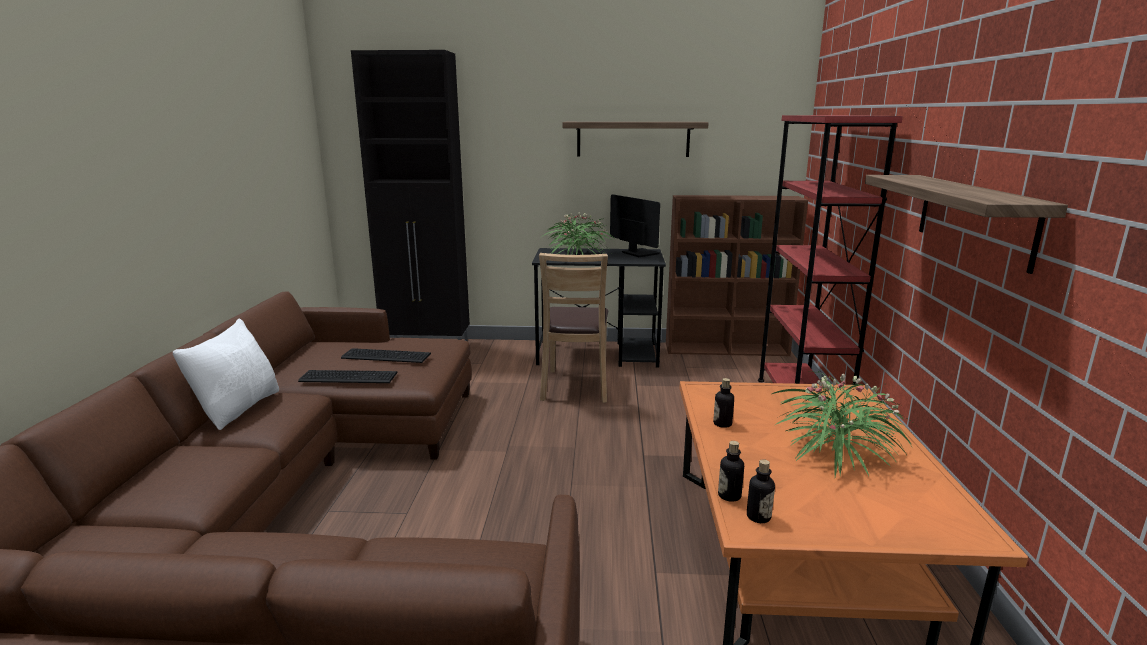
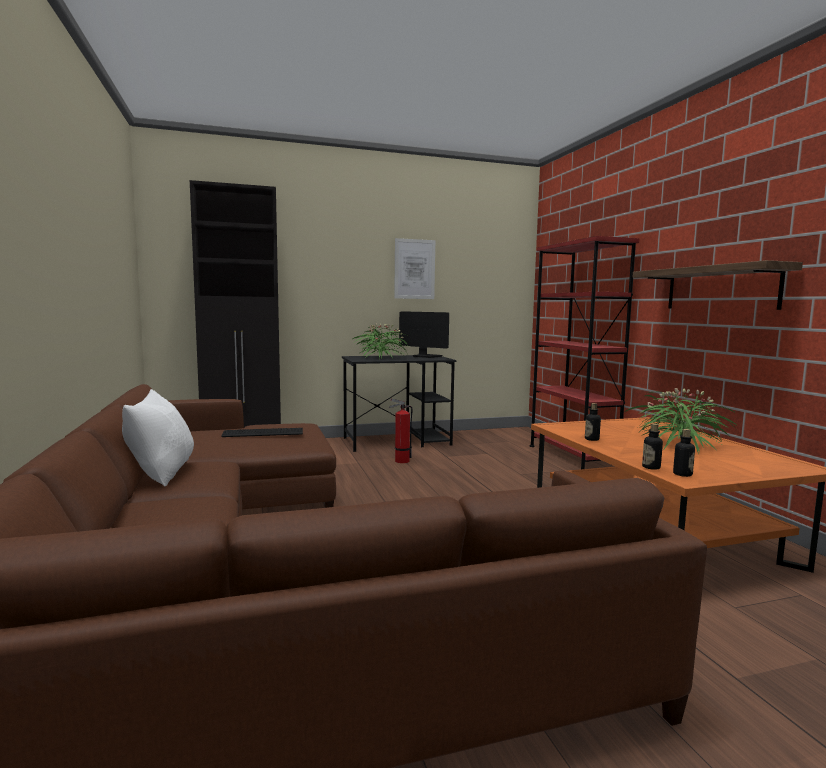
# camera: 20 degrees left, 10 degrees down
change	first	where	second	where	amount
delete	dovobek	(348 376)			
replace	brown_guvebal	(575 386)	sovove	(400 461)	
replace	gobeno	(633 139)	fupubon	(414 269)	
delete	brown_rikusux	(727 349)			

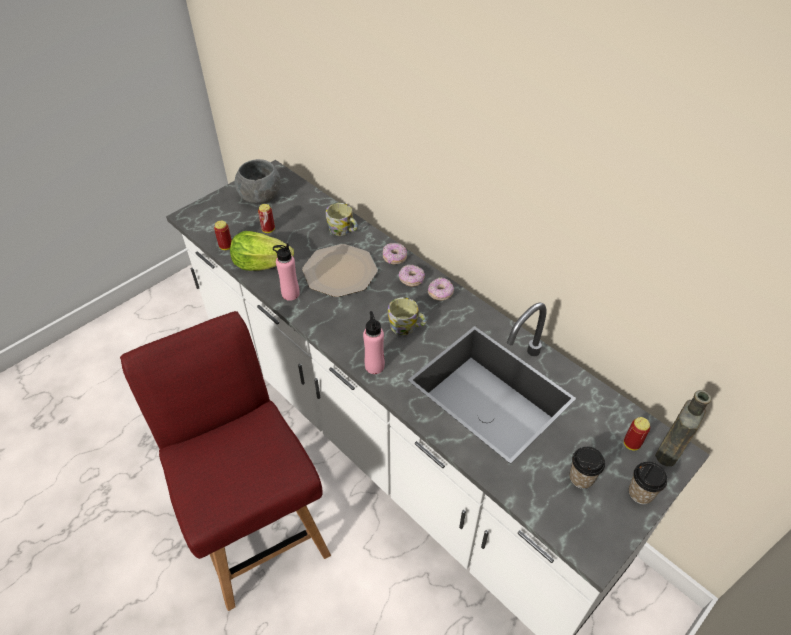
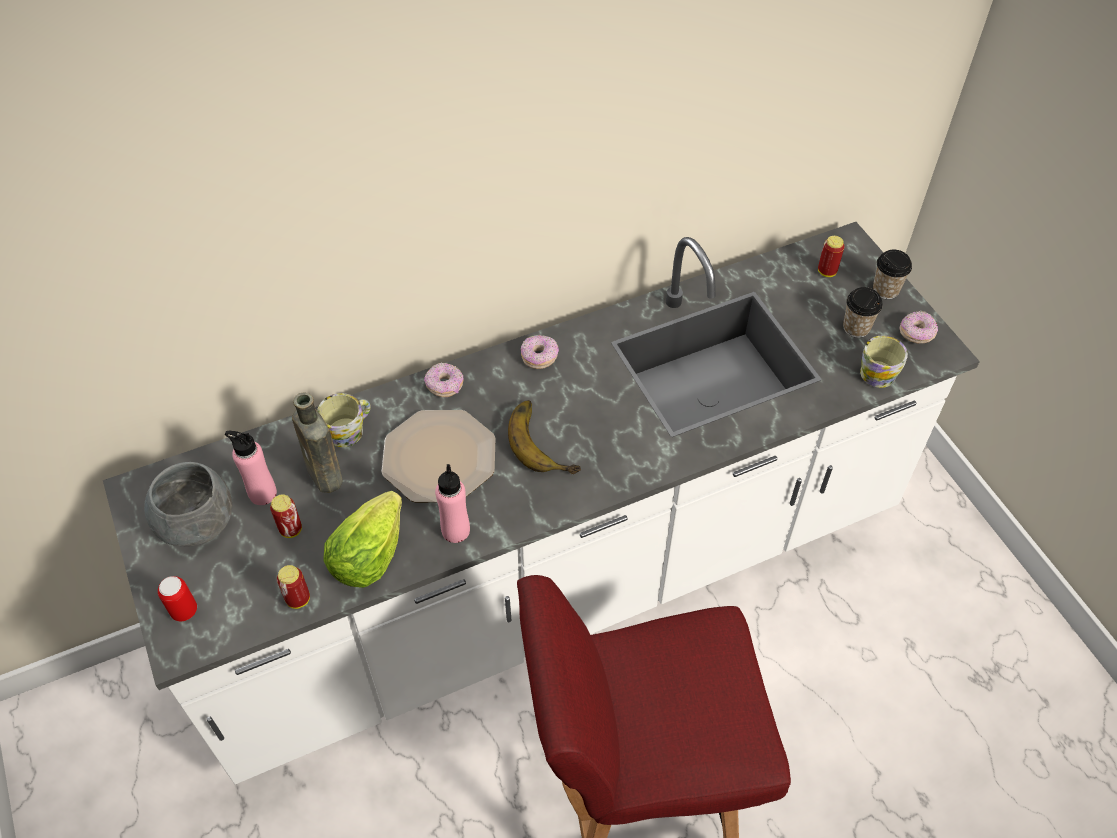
# camera: 70 degrees left, 5 degrees up
change	first	where	second	where	amount
move	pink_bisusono	(374 366)		(262 493)	
move	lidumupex	(407 326)		(879 371)	
move	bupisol	(411 280)		(916 333)	
move	brown_bisusono	(668 454)		(326 477)	
insert			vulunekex	(184 611)	
insert			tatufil	(545 440)	

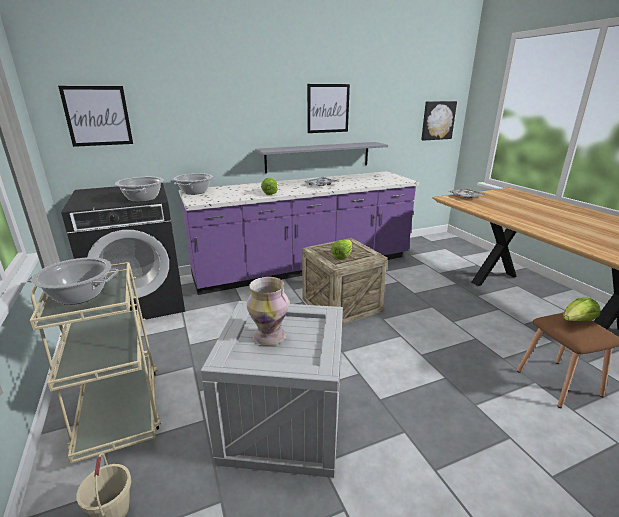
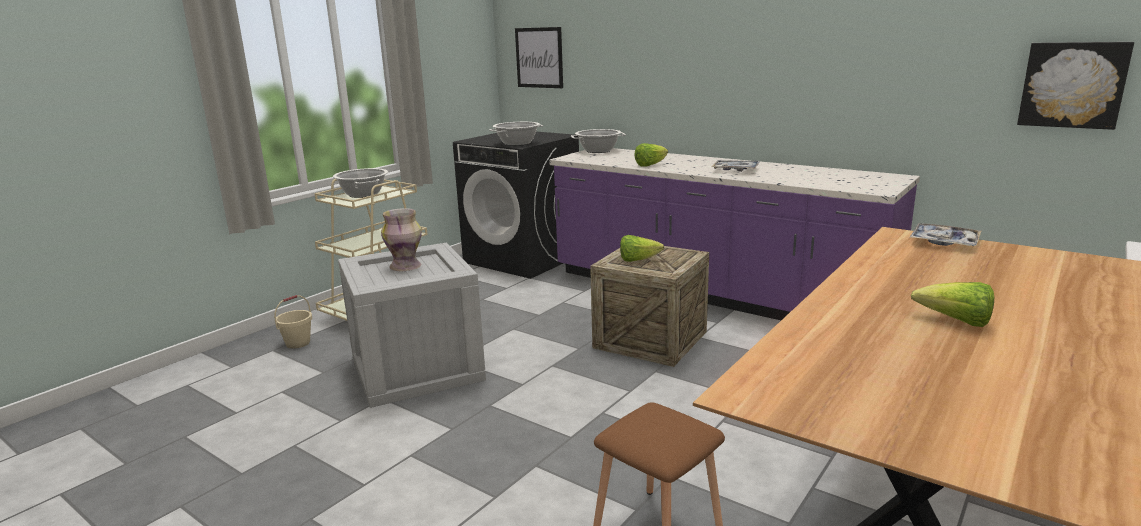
# camera: 60 degrees right, 5 degrees down
change	first	where	second	where	amount
delete	grey_gobeno	(318 157)			
delete	fupubon	(328 108)			
move	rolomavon	(576 322)		(955 321)	

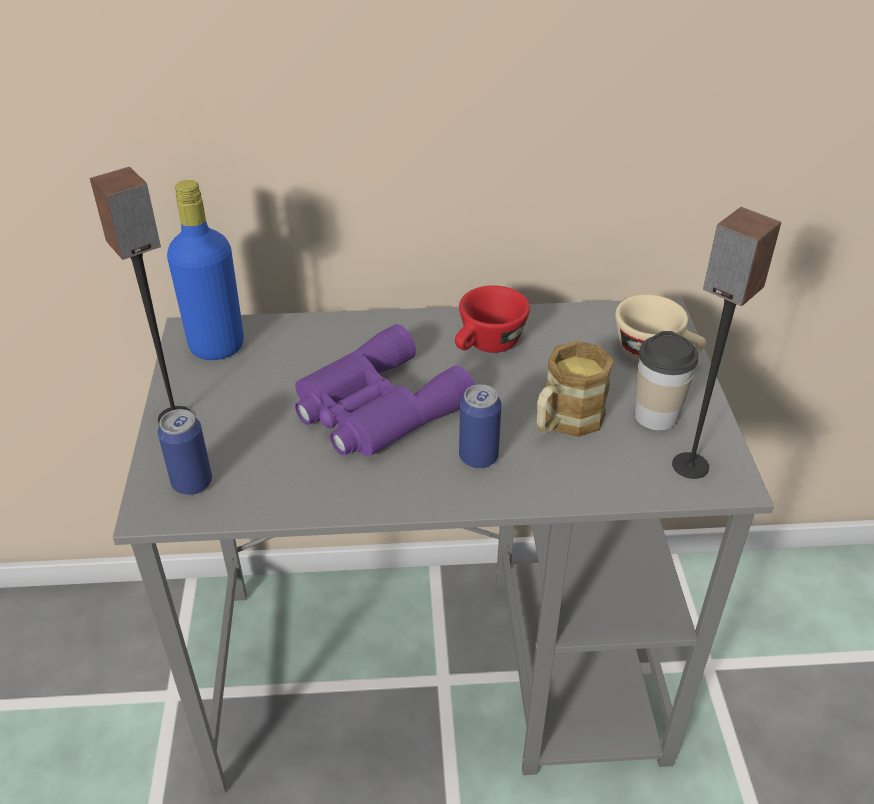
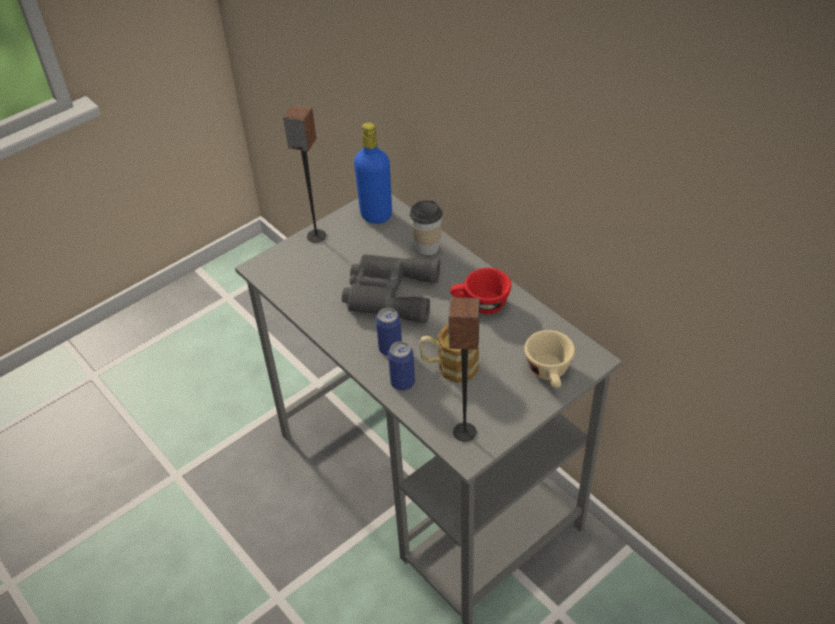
# camera: 55 degrees right, 5 degrees up
change	first	where	second	where	amount
move	vulunekex	(192 483)		(402 382)	
recolor	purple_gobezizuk	(375 408)	grey_gobezizuk	(388 293)	
move	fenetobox	(656 416)		(427 247)	

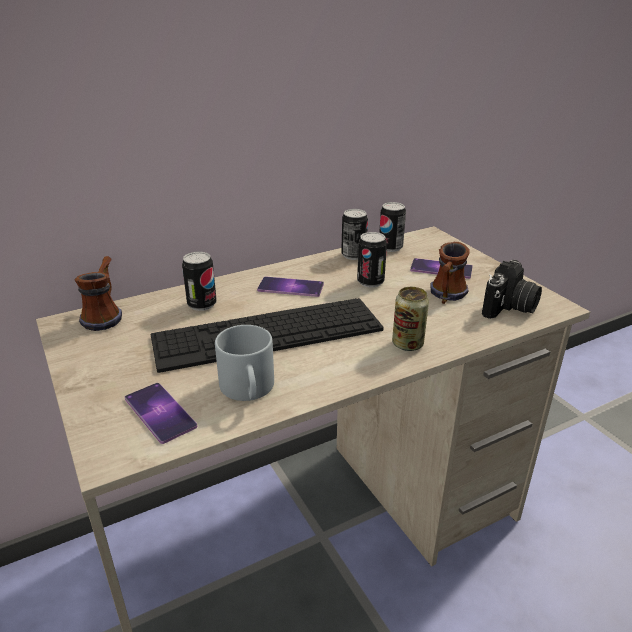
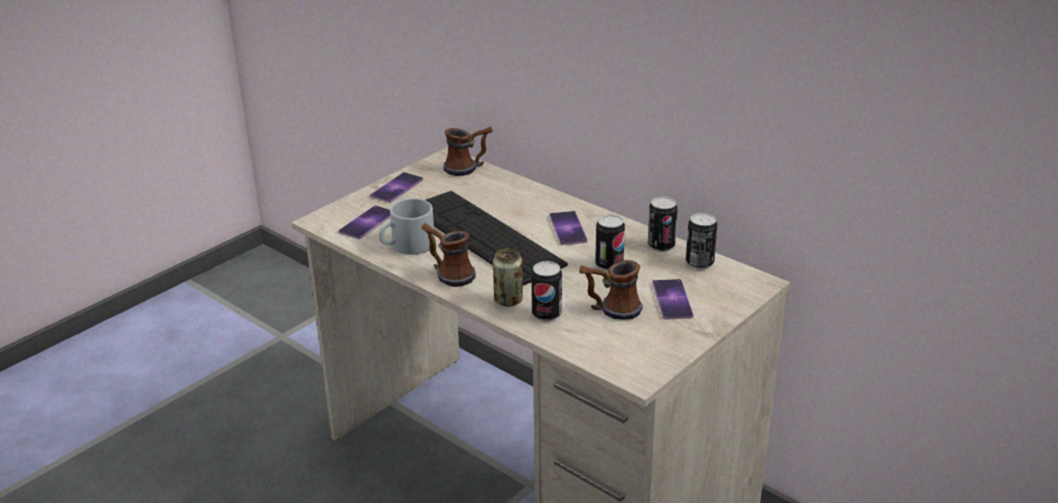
# camera: 70 degrees right, 0 degrees up
change	first	where	second	where	amount
move	vulunekex	(202 304)		(546 314)	
delete	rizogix	(510 308)			
insert			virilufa	(397 188)	
insert			lidumupex	(448 273)	

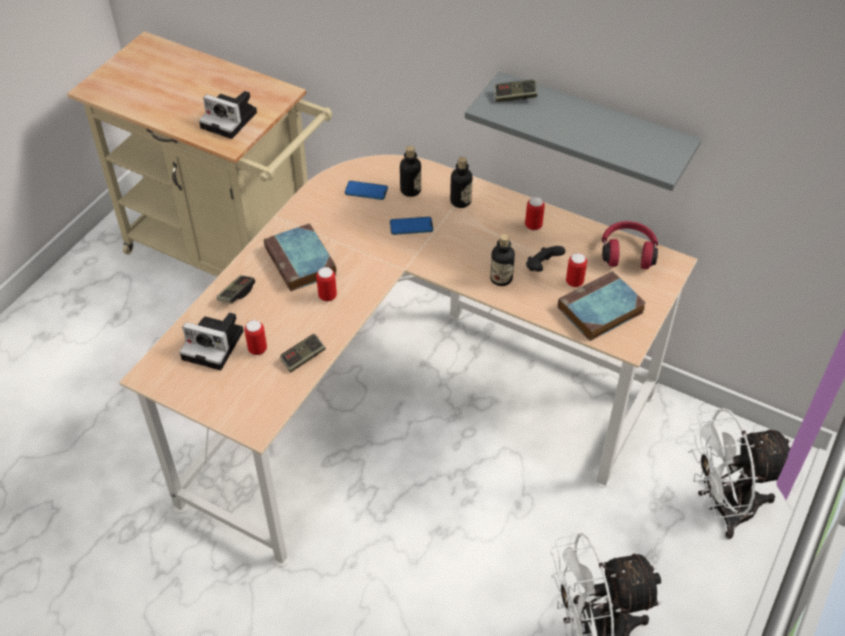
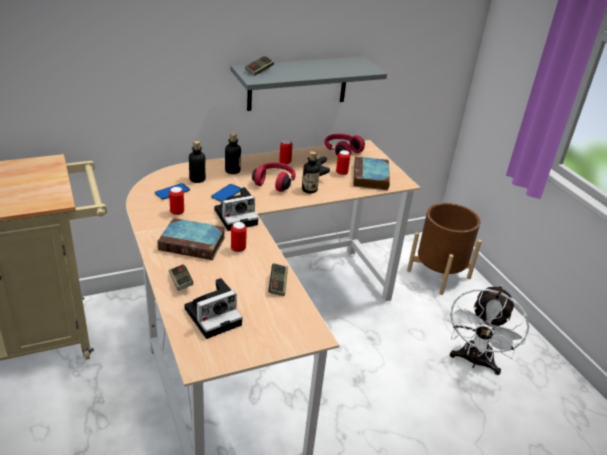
# camera: 55 degrees left, 15 degrees down
change	first	where	second	where	amount
move	rizogix	(231 120)		(237 216)	
move	vulunekex	(257 349)		(177 212)	
replace	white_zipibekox	(722 507)	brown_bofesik	(438 274)	
insert			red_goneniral	(275 182)	

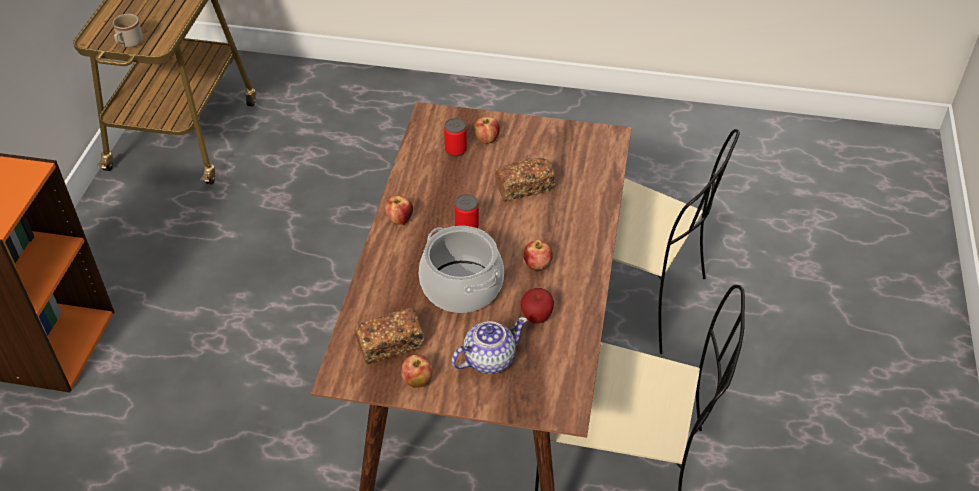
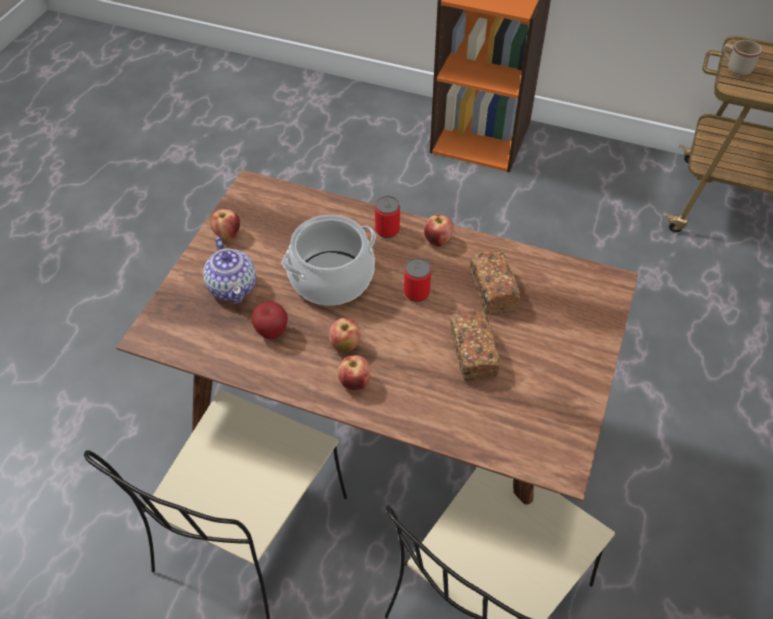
# camera: 100 degrees right, 5 degrees up
change	first	where	second	where	amount
move	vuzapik	(390 345)		(492 291)	
move	vulunekex	(456 150)		(387 230)	
move	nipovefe	(486 140)		(355 383)	

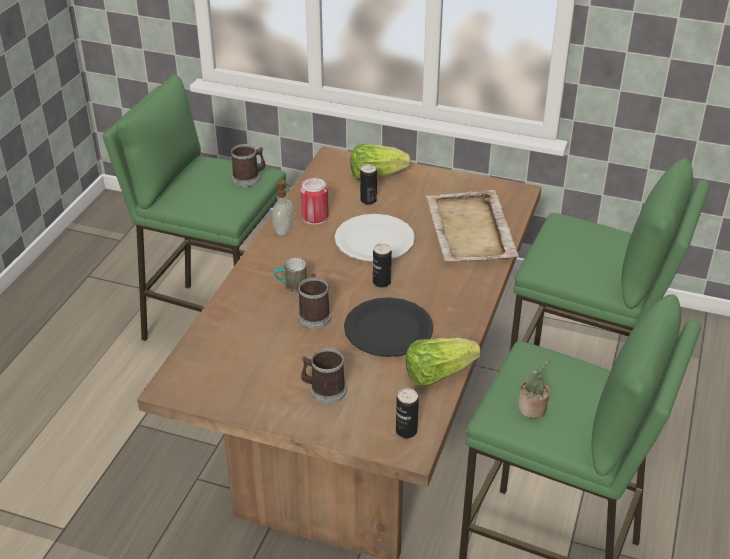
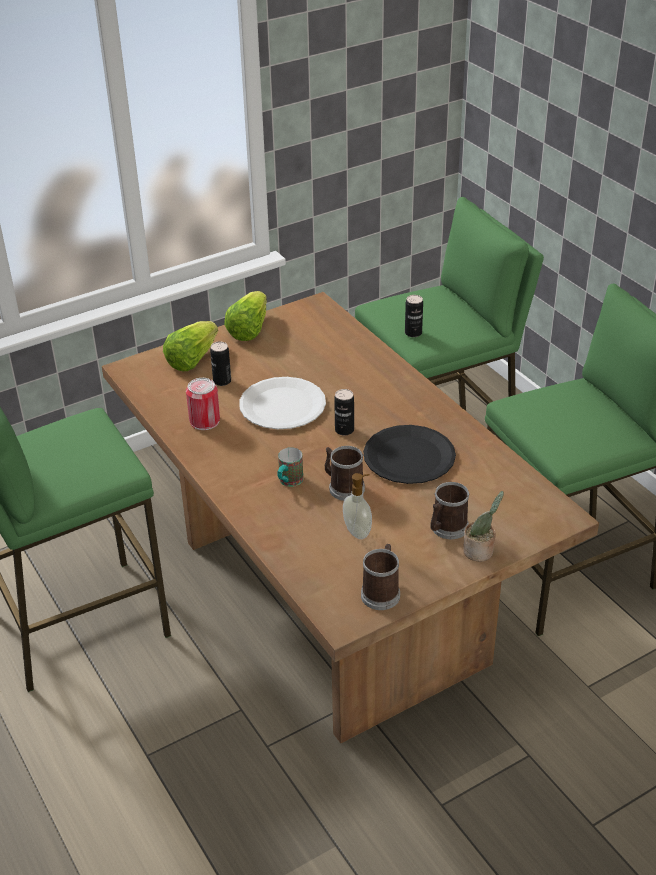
# camera: 50 degrees left, 0 degrees up
change	first	where	second	where	amount
move	lidumupex	(249 178)		(381 592)	
move	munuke	(284 230)		(358 531)	
move	vulunekex	(406 431)		(413 333)	
move	rolomavon	(437 374)		(248 329)	
delete	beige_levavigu	(470 230)			
move	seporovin	(532 409)		(480 551)	

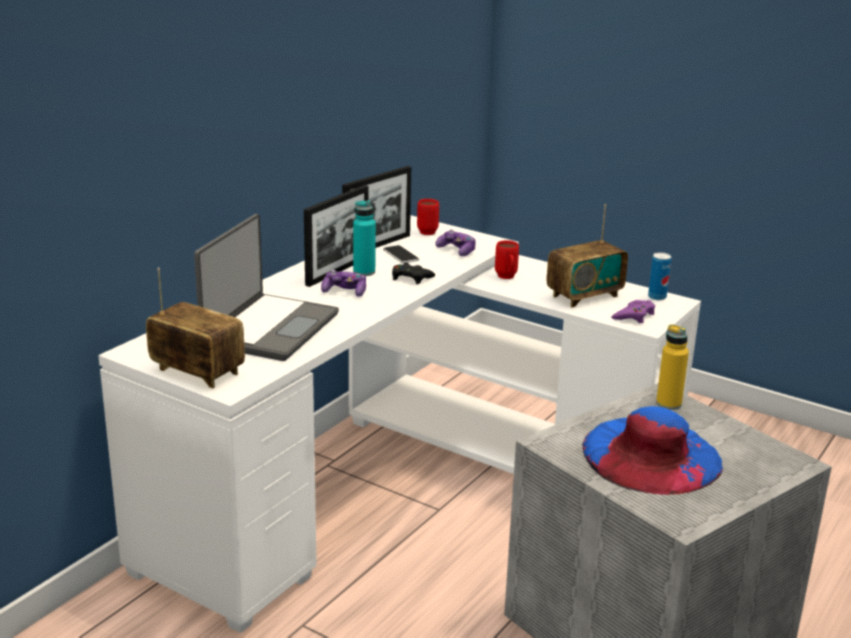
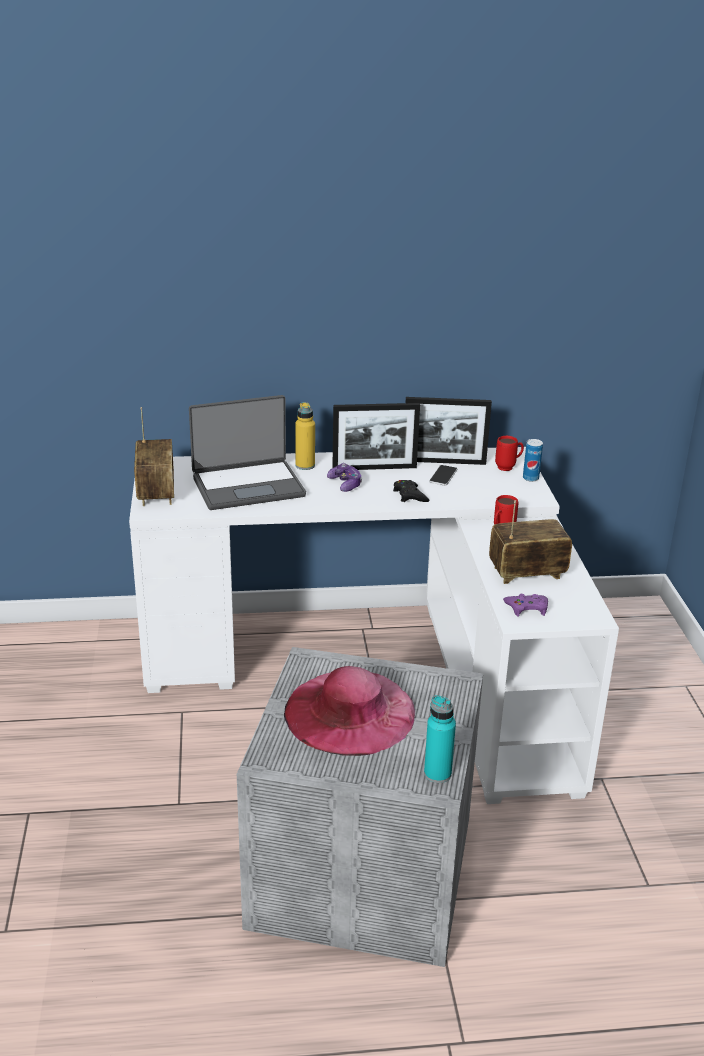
# camera: 50 degrees right, 5 degrees up
change	first	where	second	where	amount
move	turquoise_bisusono	(364 272)		(437 774)	
delete	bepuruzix	(457 250)			
rotate	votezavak	(584 296)		(527 574)	150 degrees clockwise
recolor	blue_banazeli	(651 455)	pink_banazeli	(350 712)	
move	vulunekex	(657 297)		(530 478)	
move	yellow_bisusono	(668 404)		(305 465)	

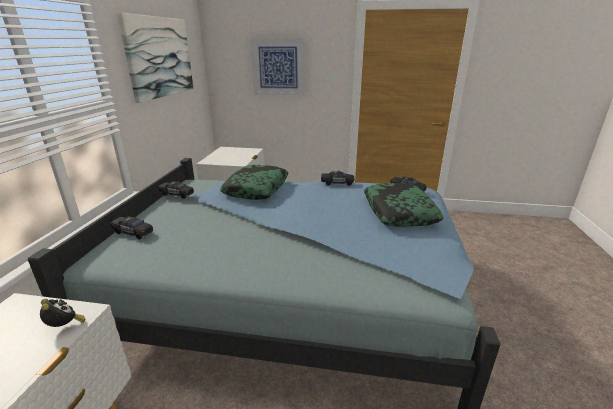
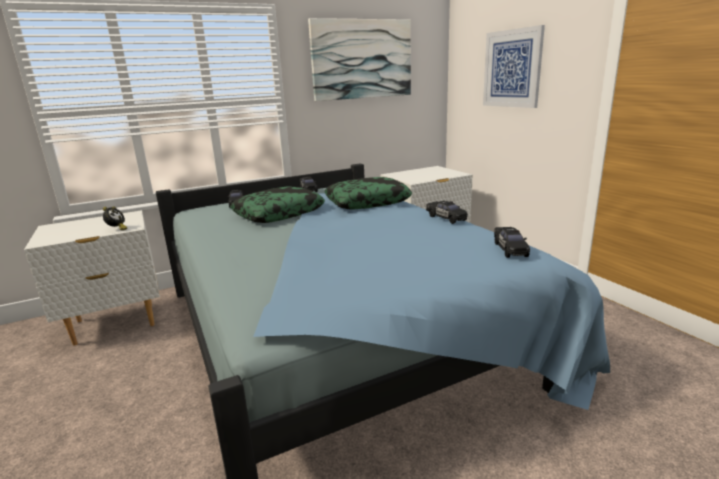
# camera: 55 degrees right, 5 degrees down
change	first	where	second	where	amount
move	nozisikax	(398 212)		(279 213)	

